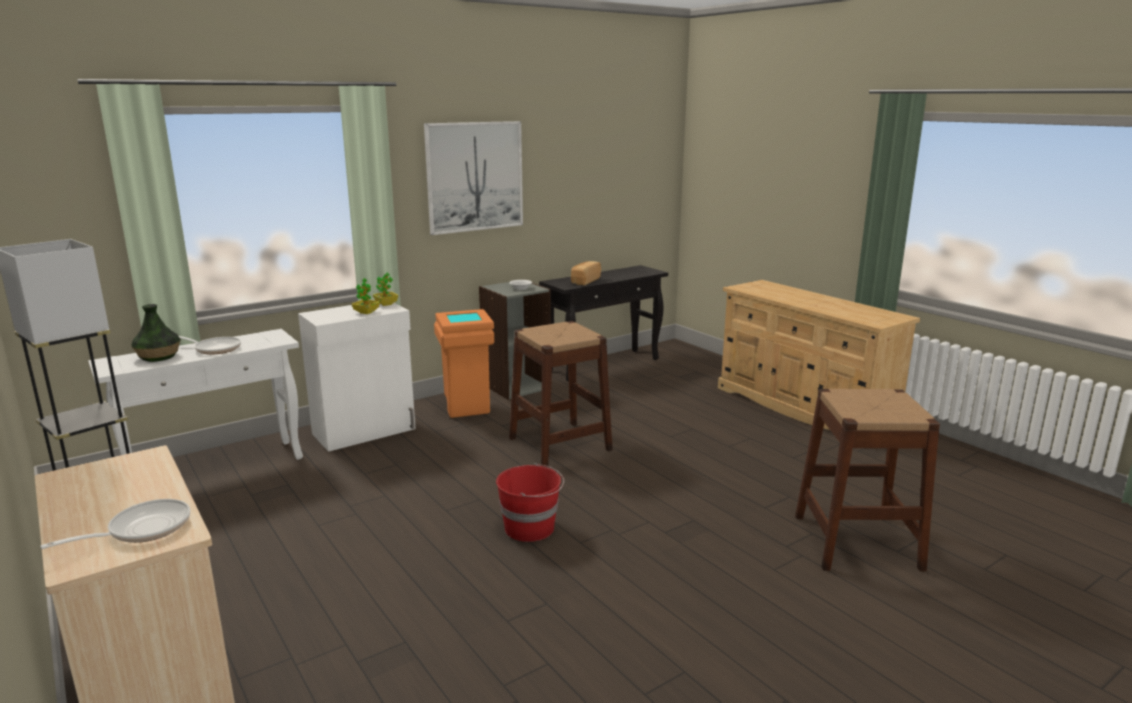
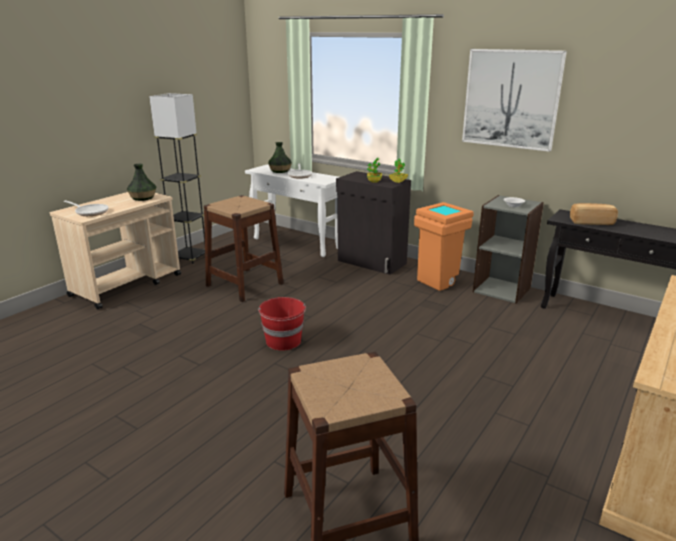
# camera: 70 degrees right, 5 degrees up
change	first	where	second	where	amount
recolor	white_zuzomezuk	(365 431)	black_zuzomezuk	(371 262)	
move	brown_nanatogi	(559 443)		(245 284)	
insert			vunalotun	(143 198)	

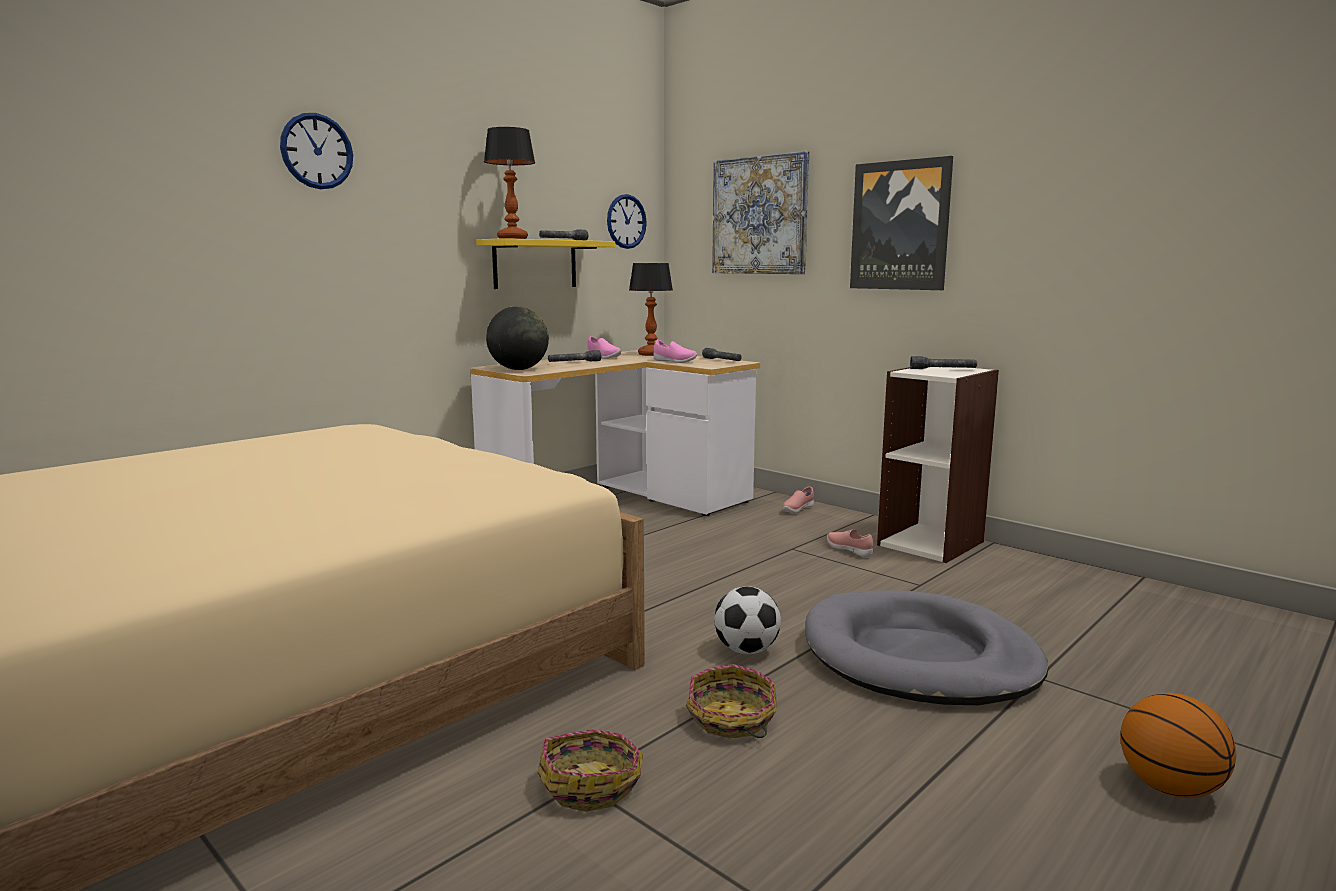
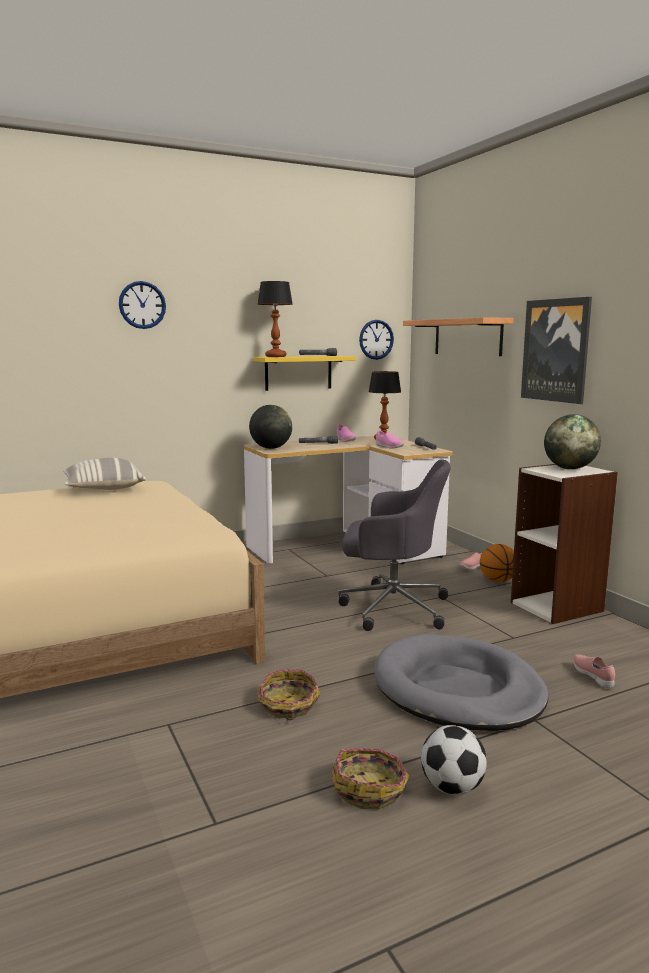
# camera: 20 degrees right, 0 degrees up
change	first	where	second	where	amount
move	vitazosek	(591 783)		(370 789)	
replace	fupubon	(760 215)	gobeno	(467 337)	
move	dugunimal	(746 650)		(452 787)	
move	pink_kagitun	(849 550)		(593 677)	
replace	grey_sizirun	(943 369)	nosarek	(569 468)	
move	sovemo	(1170 788)		(498 581)	
insert			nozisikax	(103 488)	
insert			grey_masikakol	(391 607)	

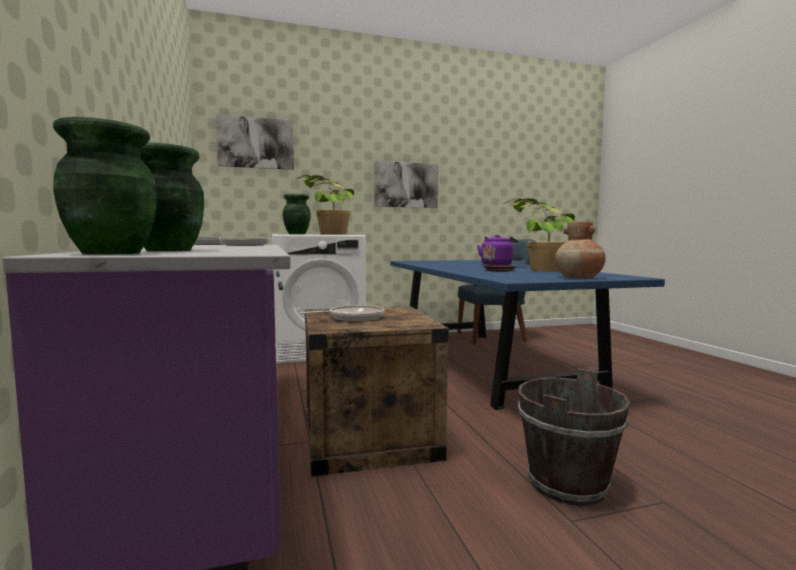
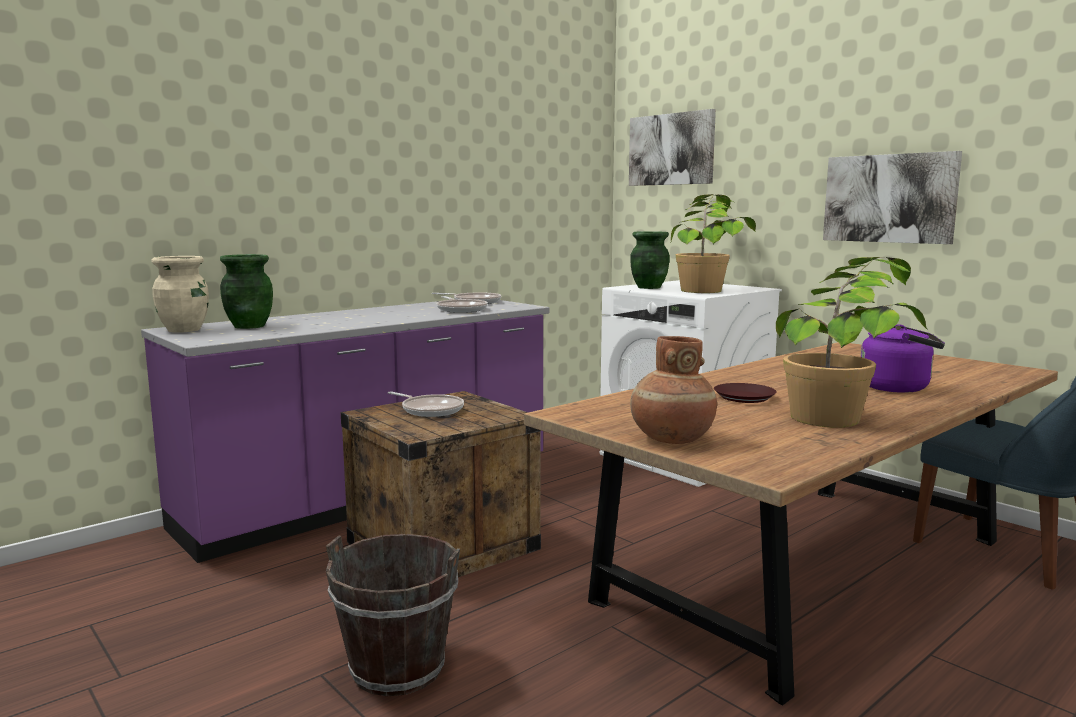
# camera: 65 degrees right, 5 degrees up
change	first	where	second	where	amount
recolor	green_vunalotun	(111 253)	beige_vunalotun	(184 330)	
recolor	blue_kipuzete	(487 363)	brown_kipuzete	(807 569)	

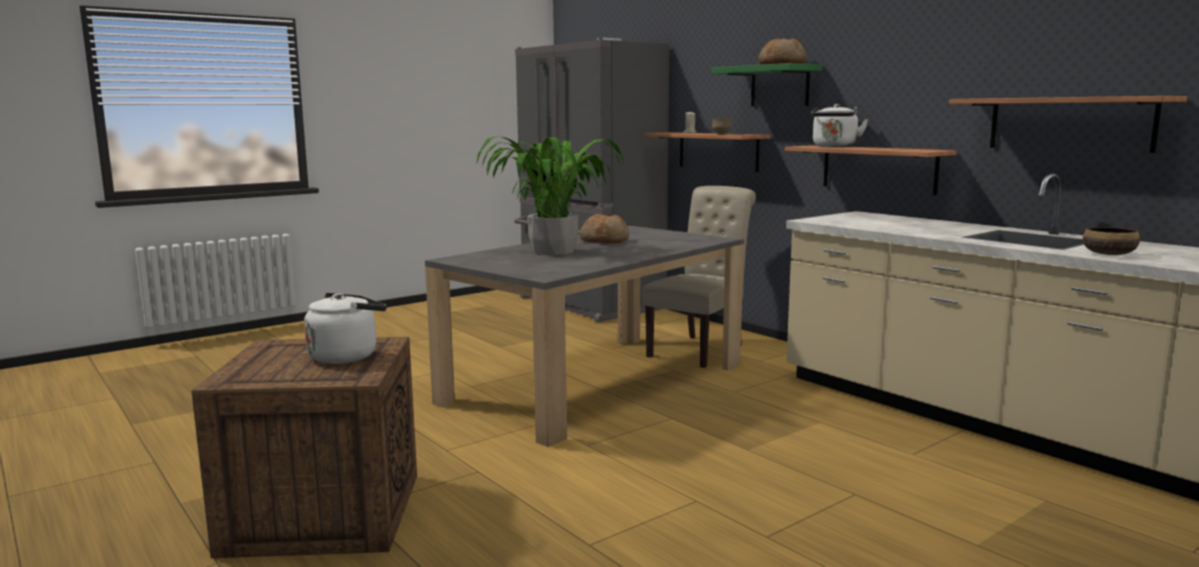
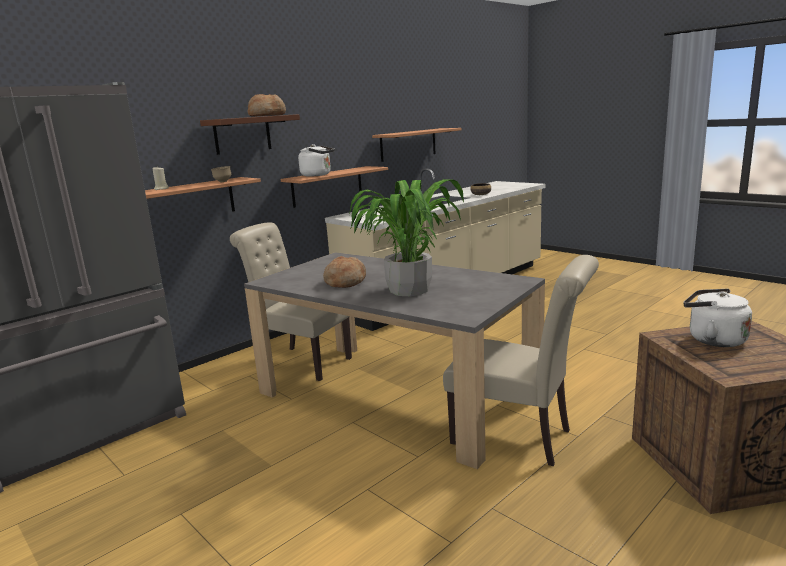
# camera: 95 degrees left, 5 degrees up
change	first	where	second	where	amount
recolor	green_gobeno	(780 86)	brown_gobeno	(242 134)	
insert			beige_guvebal	(519 437)	

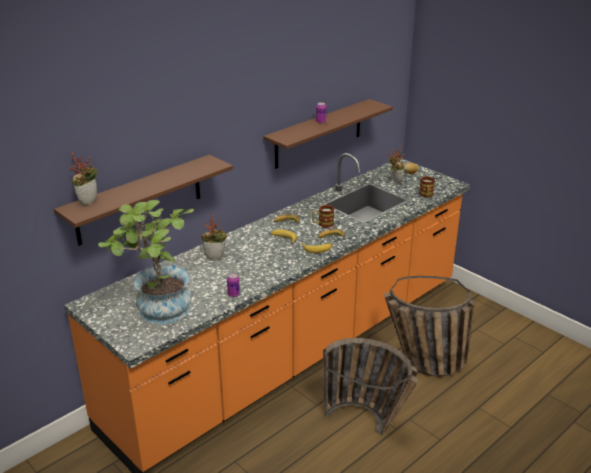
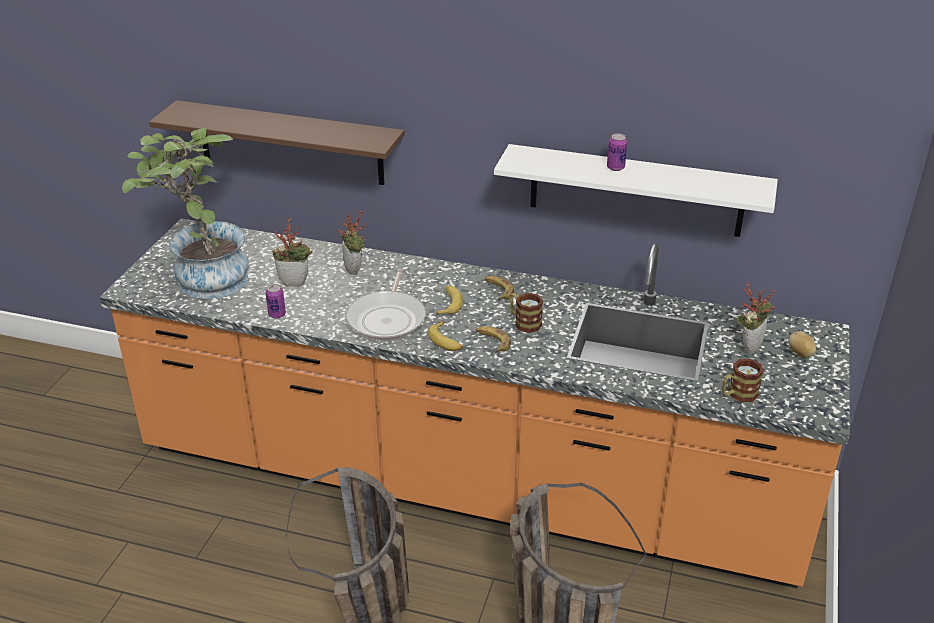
# camera: 60 degrees right, 5 degrees up
change	first	where	second	where	amount
move	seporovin	(88 201)		(295 282)	
recolor	brown_gobeno	(319 134)	white_gobeno	(636 191)	
insert			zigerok	(388 318)	

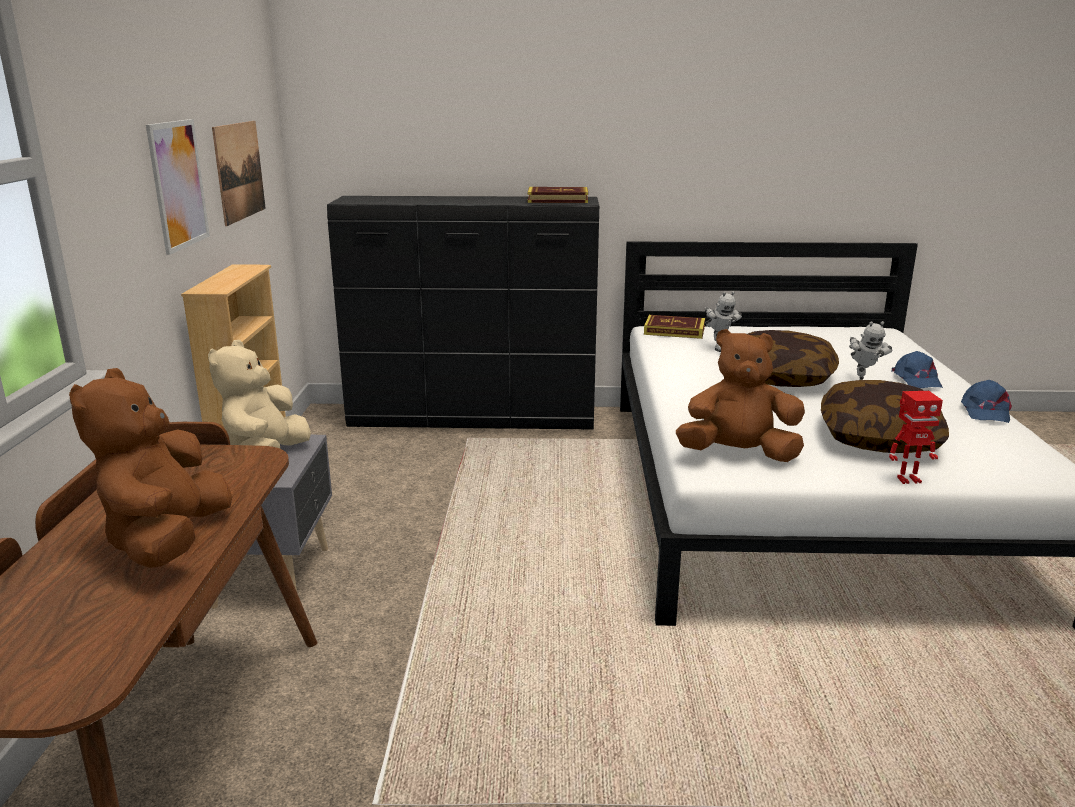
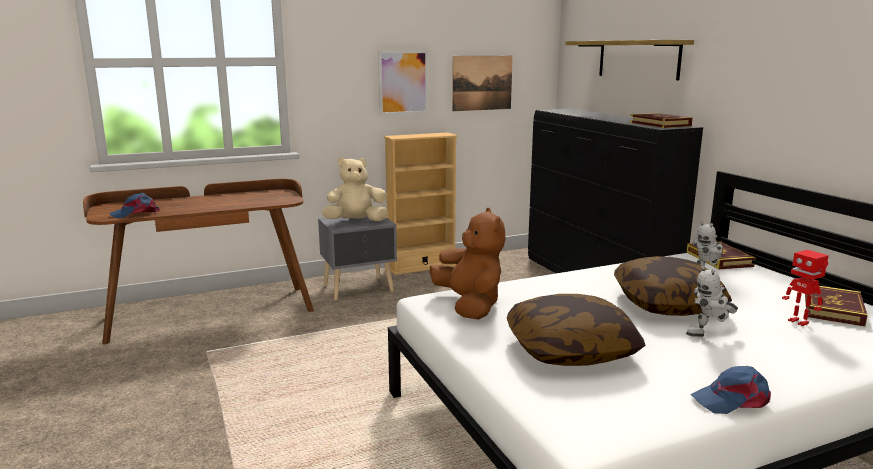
# camera: 65 degrees right, 5 degrees down
change	first	where	second	where	amount
delete	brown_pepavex	(168 541)			
move	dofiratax	(907 479)		(799 322)	
move	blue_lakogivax	(916 380)		(136 213)	
insert			gobeno	(638 59)	
insert			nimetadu	(833 309)	

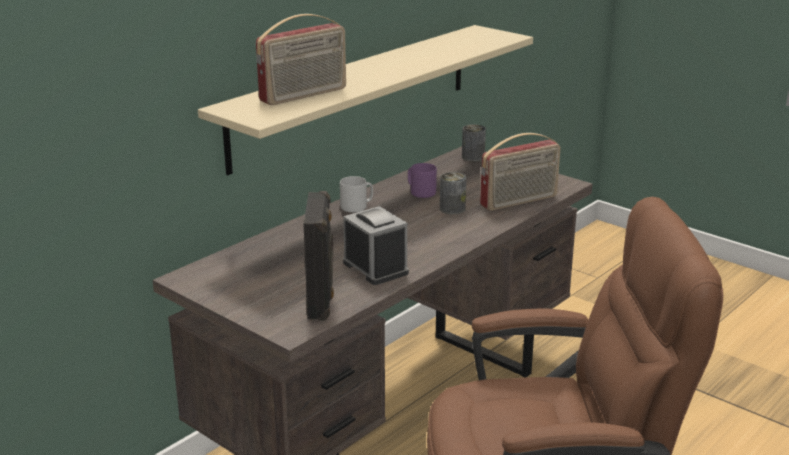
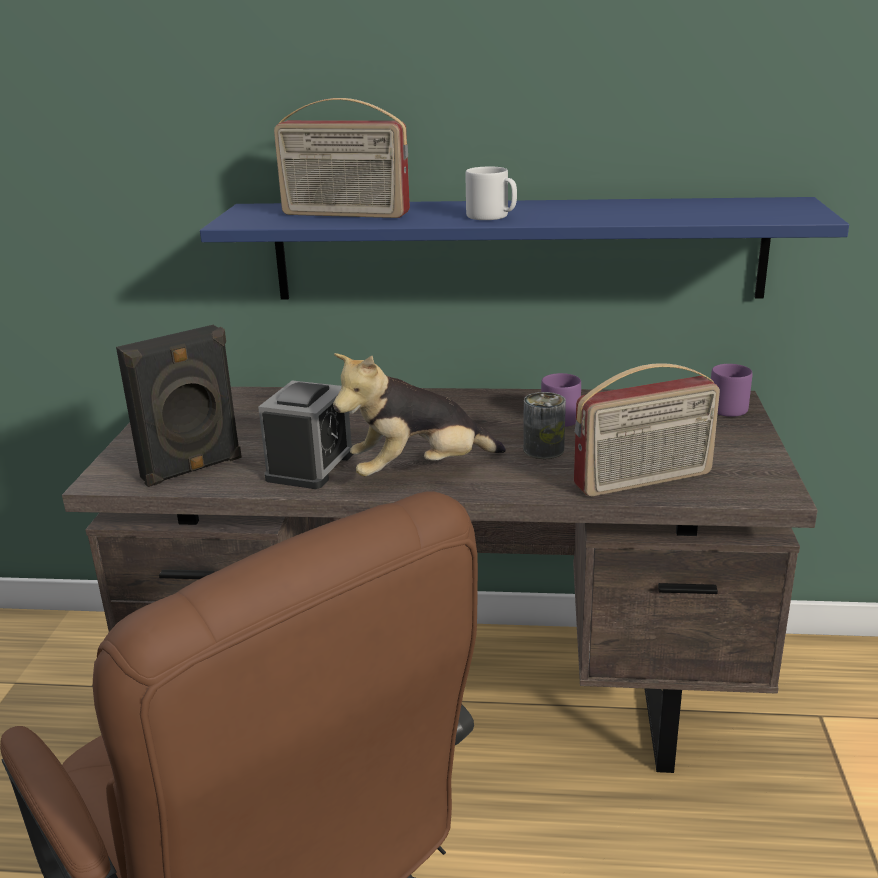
# camera: 55 degrees right, 0 degrees up
change	first	where	second	where	amount
recolor	beige_gobeno	(354 94)	blue_gobeno	(516 250)	
move	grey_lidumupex	(357 207)		(492 216)	
replace	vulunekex	(473 157)	purple_lidumupex	(728 407)	
rotate	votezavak	(519 201)		(644 481)	45 degrees counterclockwise
insert			pepavex	(418 471)	

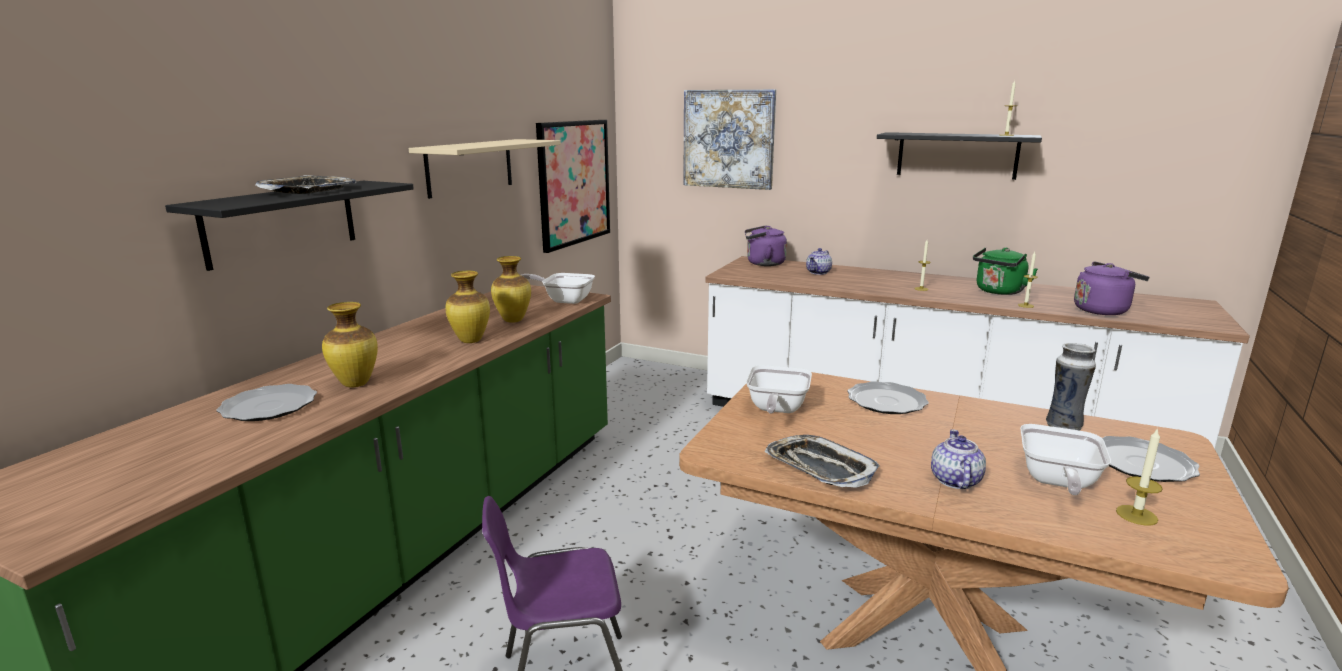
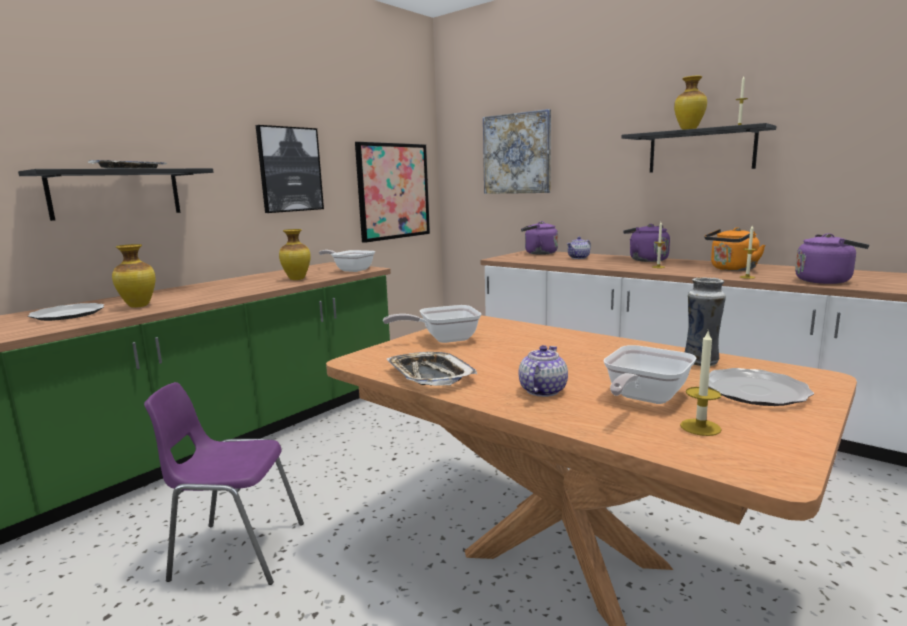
# camera: 15 degrees right, 5 degrees down
change	first	where	second	where	amount
replace	beige_gobeno	(470 167)	fupubon	(290 169)	
move	vunalotun	(471 341)		(689 129)	
rotate	zigerok	(776 410)		(443 339)	45 degrees clockwise
delete	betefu	(886 401)			
recolor	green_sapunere	(998 292)	orange_sapunere	(731 269)	
insert			purple_sapunere	(646 260)	

